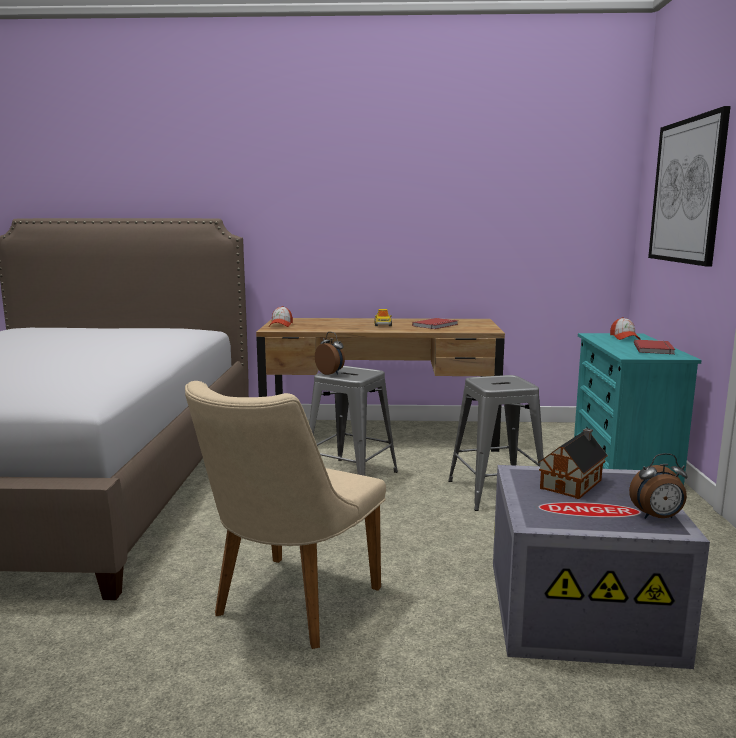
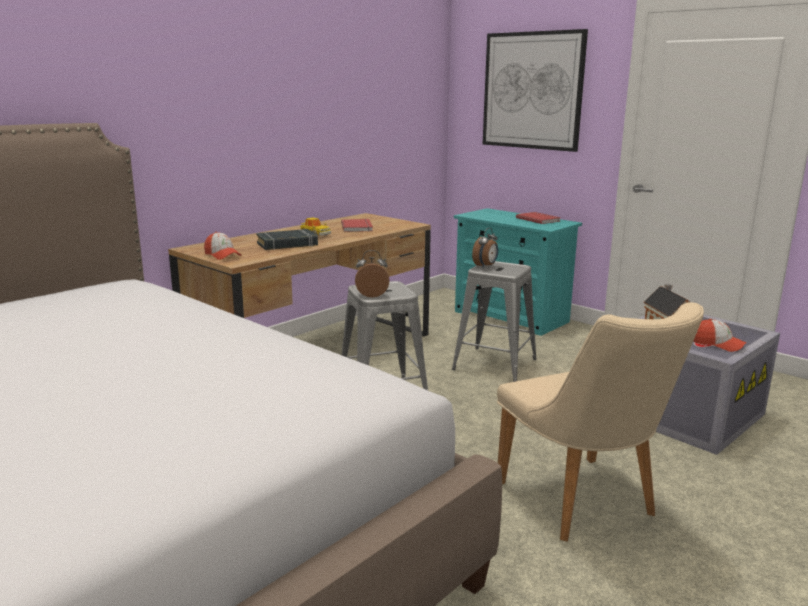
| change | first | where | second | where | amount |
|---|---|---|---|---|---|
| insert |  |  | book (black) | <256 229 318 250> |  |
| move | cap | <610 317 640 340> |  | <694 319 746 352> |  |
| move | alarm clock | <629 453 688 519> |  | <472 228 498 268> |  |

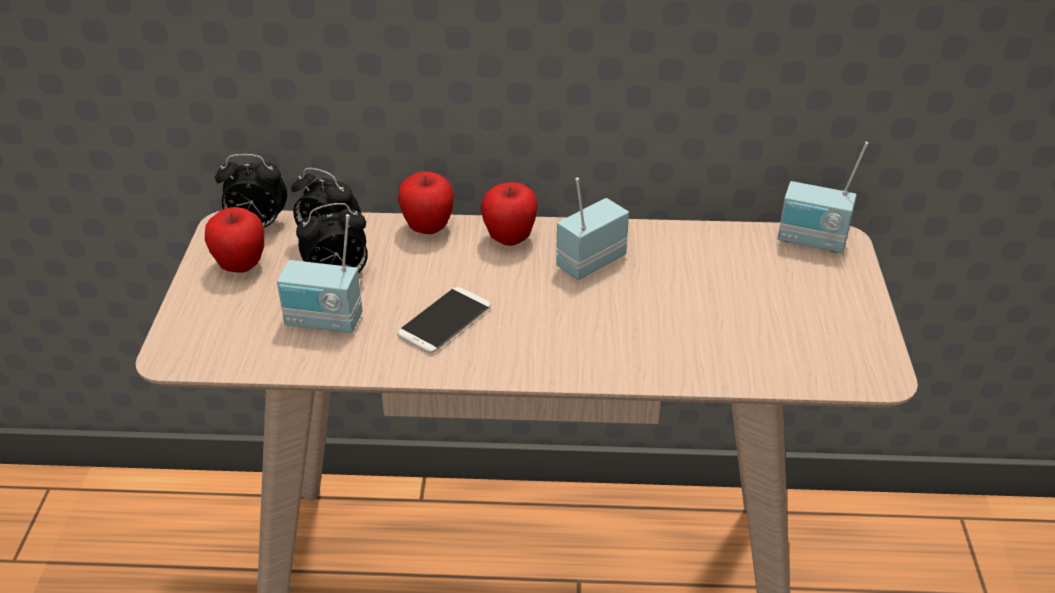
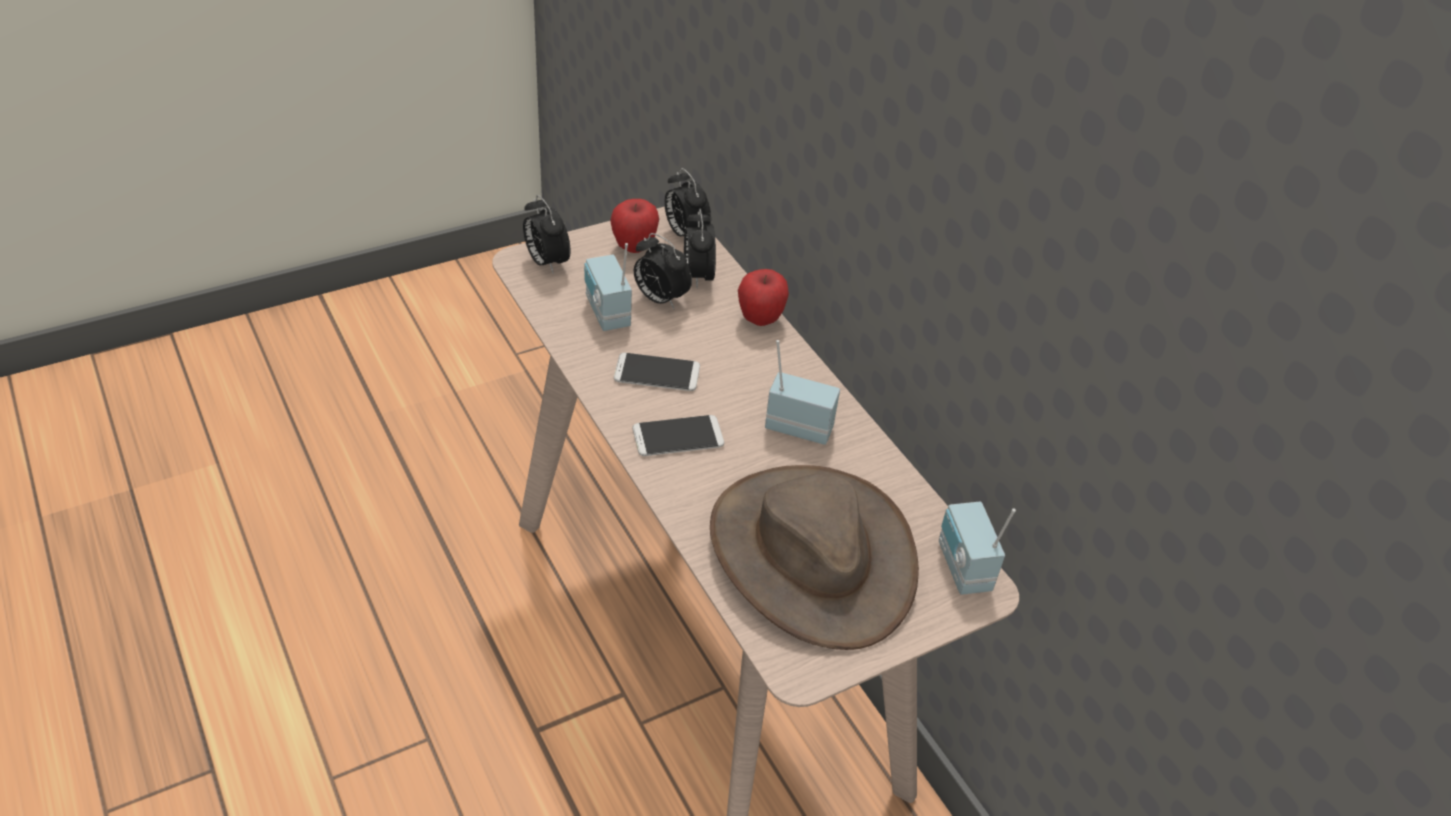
| change | first | where | second | where | amount |
|---|---|---|---|---|---|
| delete | apple | <481 182 538 246> |  |  |  |
| insert |  |  | alarm clock | <523 195 571 274> |  |
| insert |  |  | phone | <633 415 724 456> |  |
| insert |  |  | hat (brown) | <710 465 919 650> |  |

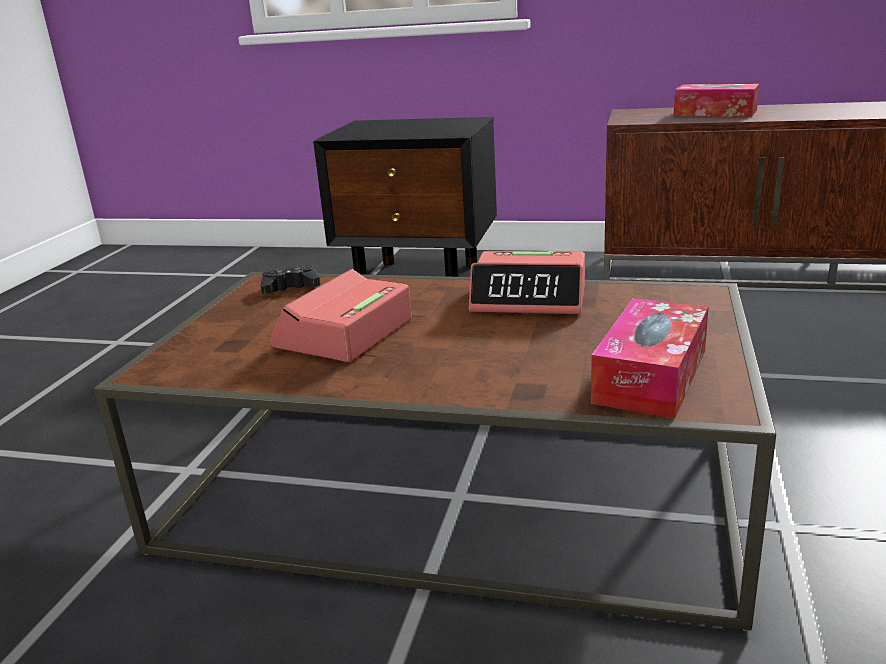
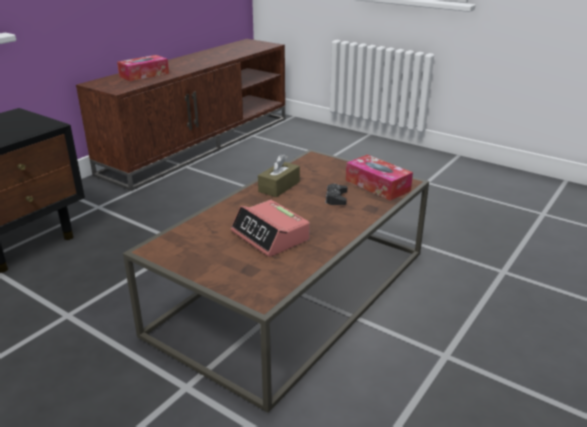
| change | first | where | second | where | amount |
|---|---|---|---|---|---|
| move | game controller (black) | <261 265 321 294> |  | <325 184 347 205> |  |
| replace | alarm clock | <469 251 585 314> | tissue box (brown) | <258 154 300 197> |  |

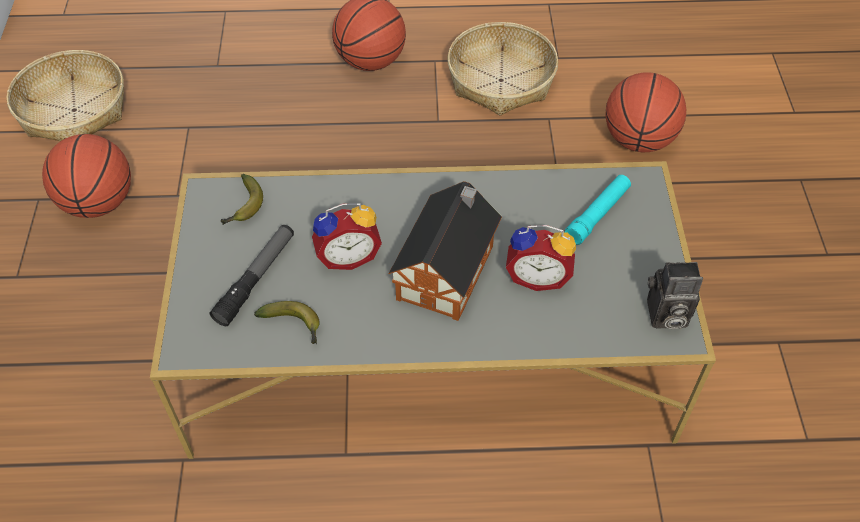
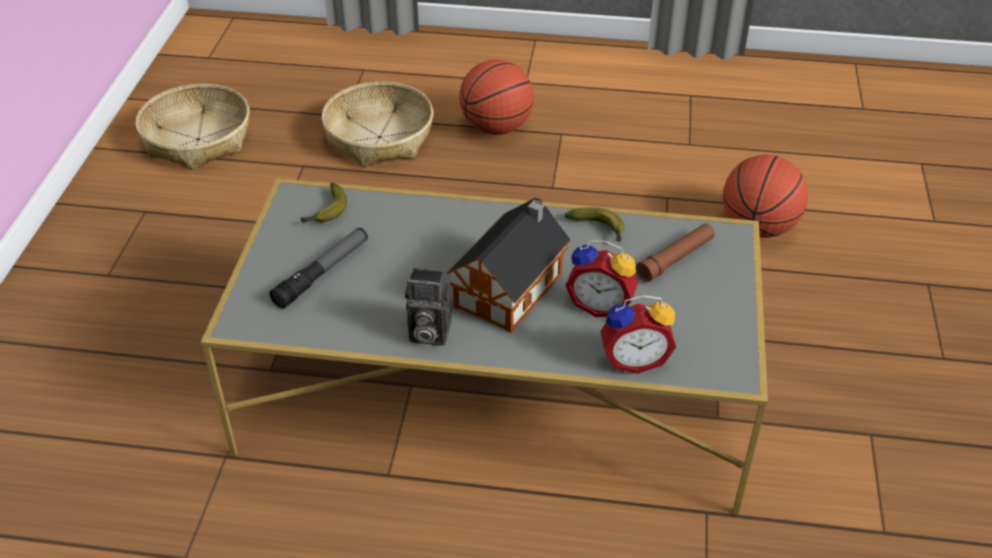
| change | first | where | second | where | amount |
|---|---|---|---|---|---|
| delete | basketball | <42 134 131 218> |  |  |  |
| move | banana | <254 301 320 344> |  | <565 207 624 242> |  |
| move | alarm clock | <312 203 382 270> |  | <600 295 676 374> |  |
| move | basket | <447 22 558 116> |  | <322 82 433 167> |  |
| move | photo camera | <647 262 703 329> |  | <405 268 452 346> |  |
| recolor | flashlight (turquoise) | <564 175 631 245> | flashlight (brown) | <636 223 715 282> |  |

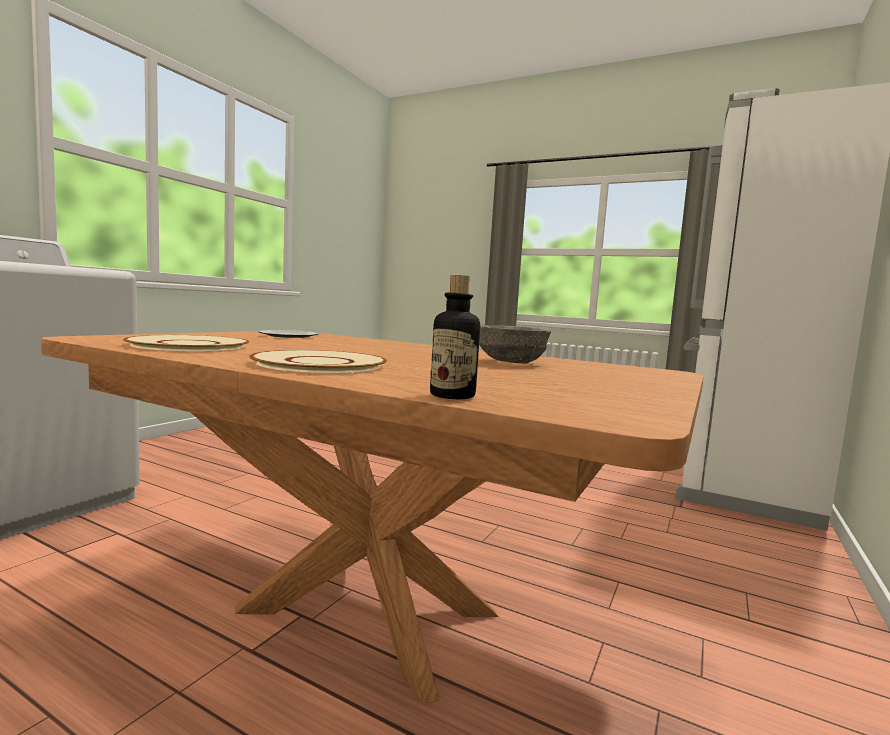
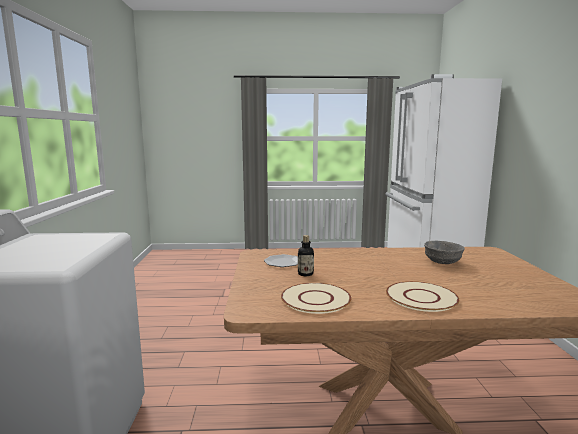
| change | first | where | second | where | amount |
|---|---|---|---|---|---|
| move | bottle | <430 275 480 399> |  | <298 235 314 276> |  |

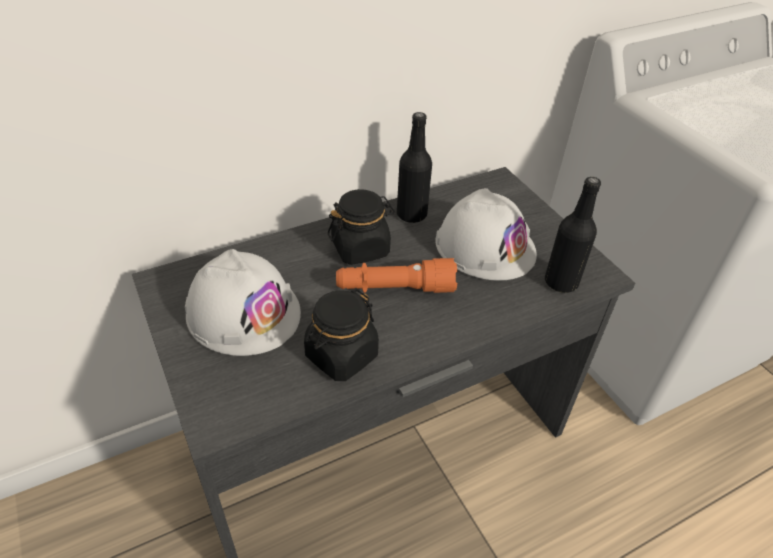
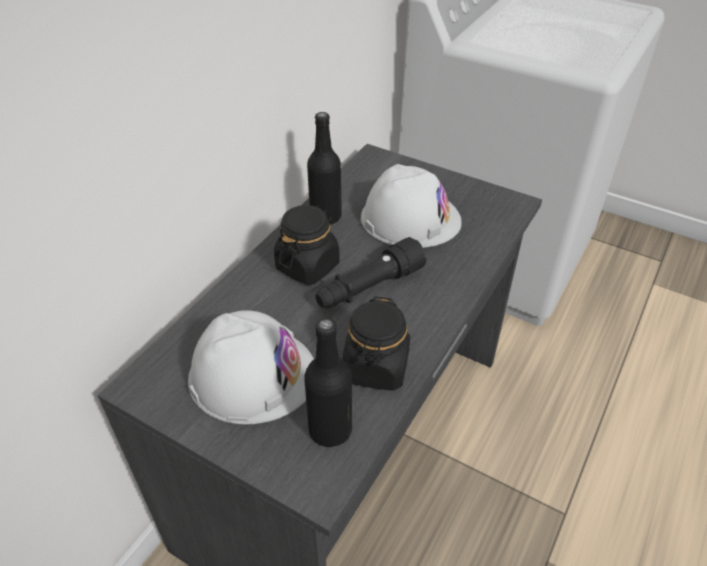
| change | first | where | second | where | amount |
|---|---|---|---|---|---|
| move | bottle (black) | <545 177 601 293> |  | <304 318 352 447> |  |
| recolor | flashlight (orange) | <336 258 457 293> | flashlight (black) | <316 237 426 308> |  |

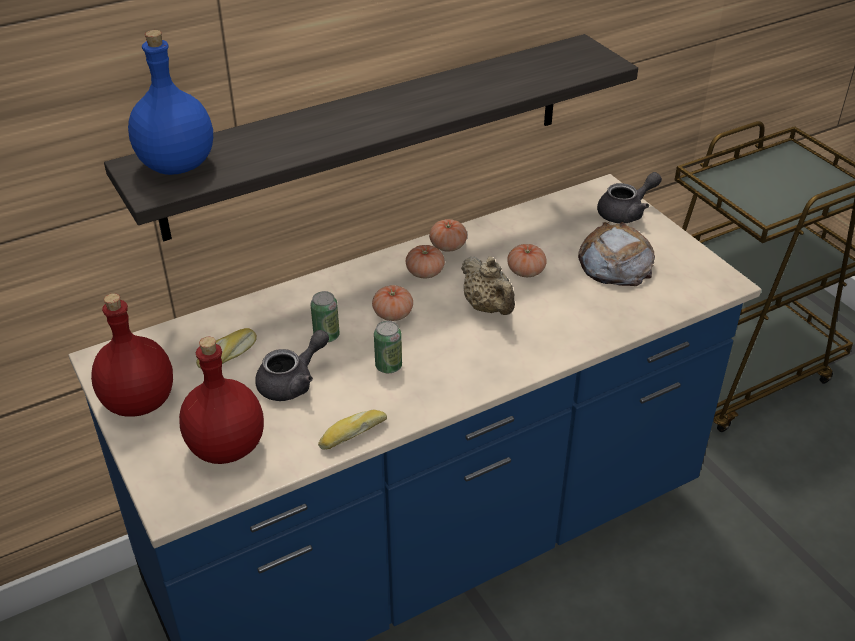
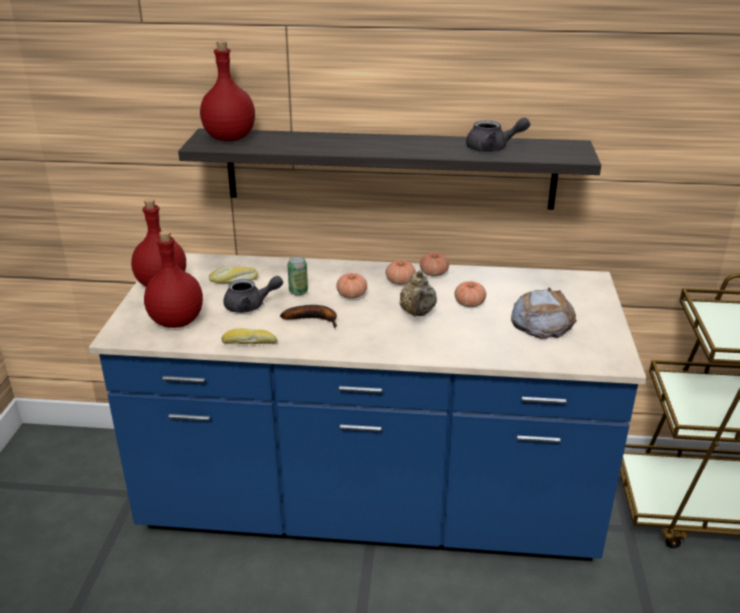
| change | first | where | second | where | amount |
|---|---|---|---|---|---|
| move | teapot (grey) | <597 172 662 223> |  | <466 117 530 152> |  |
| replace | can | <374 321 402 373> | banana | <280 305 337 328> |  |
| recolor | bottle (blue) | <128 30 213 175> | bottle (red) | <200 41 255 141> |  |

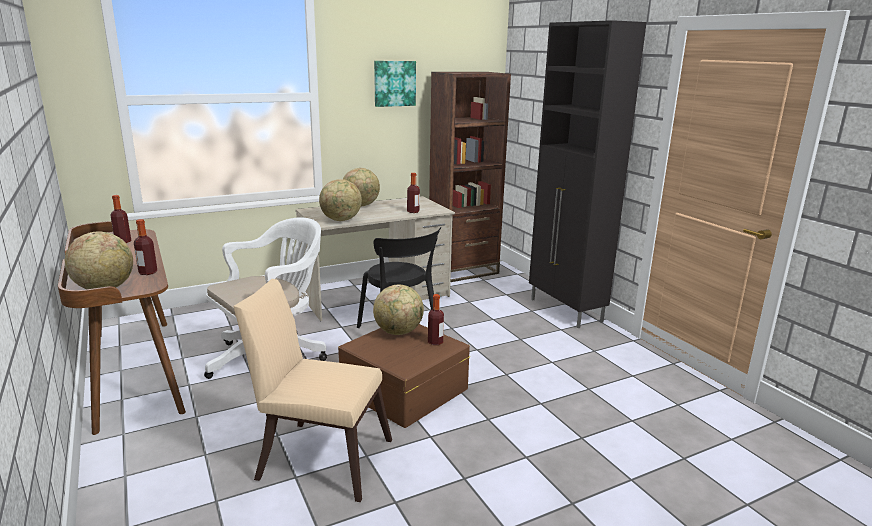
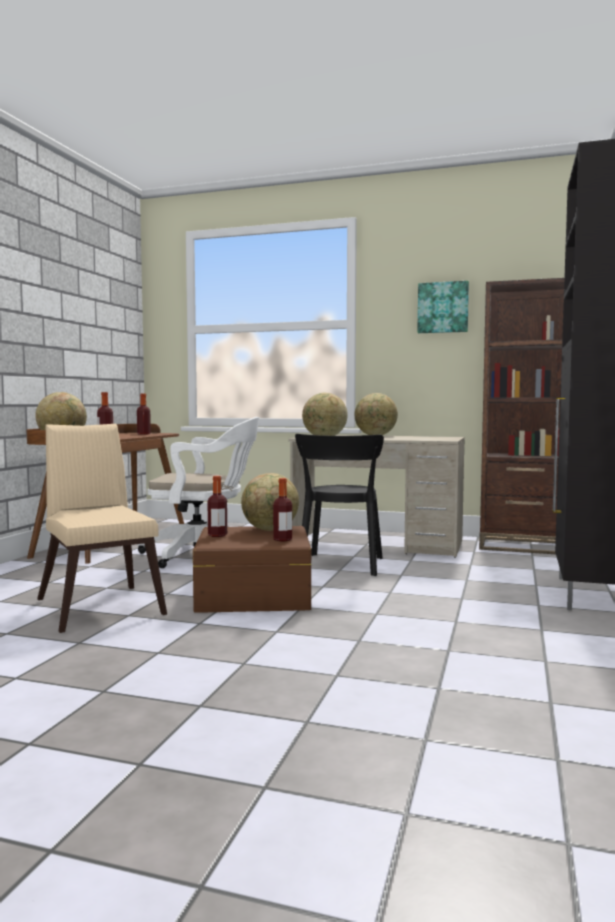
| change | first | where | second | where | amount |
|---|---|---|---|---|---|
| move | bottle | <407 173 420 213> |  | <207 476 227 537> |  |

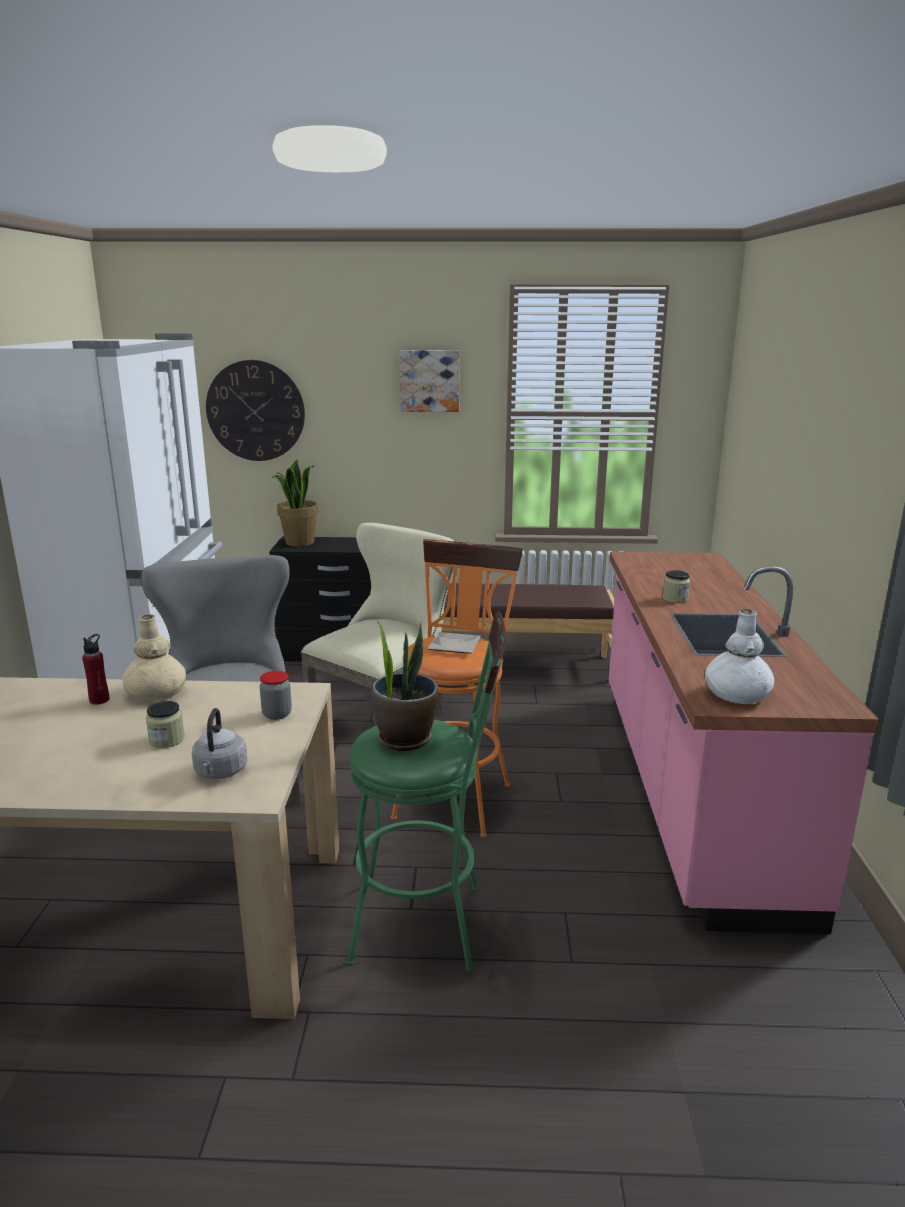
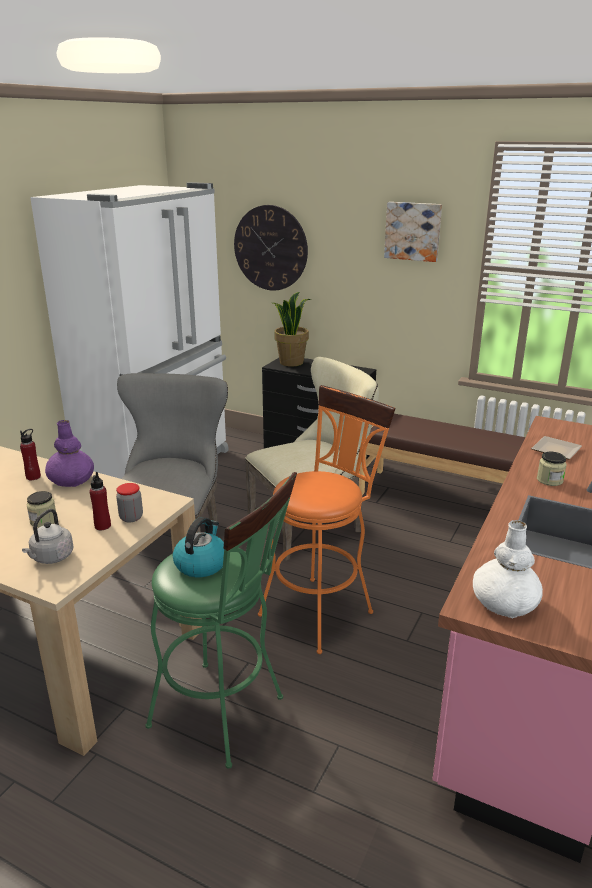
| change | first | where | second | where | amount |
|---|---|---|---|---|---|
| insert |  |  | bottle (red) | <89 472 111 530> |  |
| move | plate | <428 632 481 654> |  | <531 436 582 459> |  |
| replace | potted plant | <373 621 438 751> | kettle | <173 517 224 577> |  |
| recolor | vase (beige) | <122 614 186 702> | vase (purple) | <45 420 94 487> |  |

